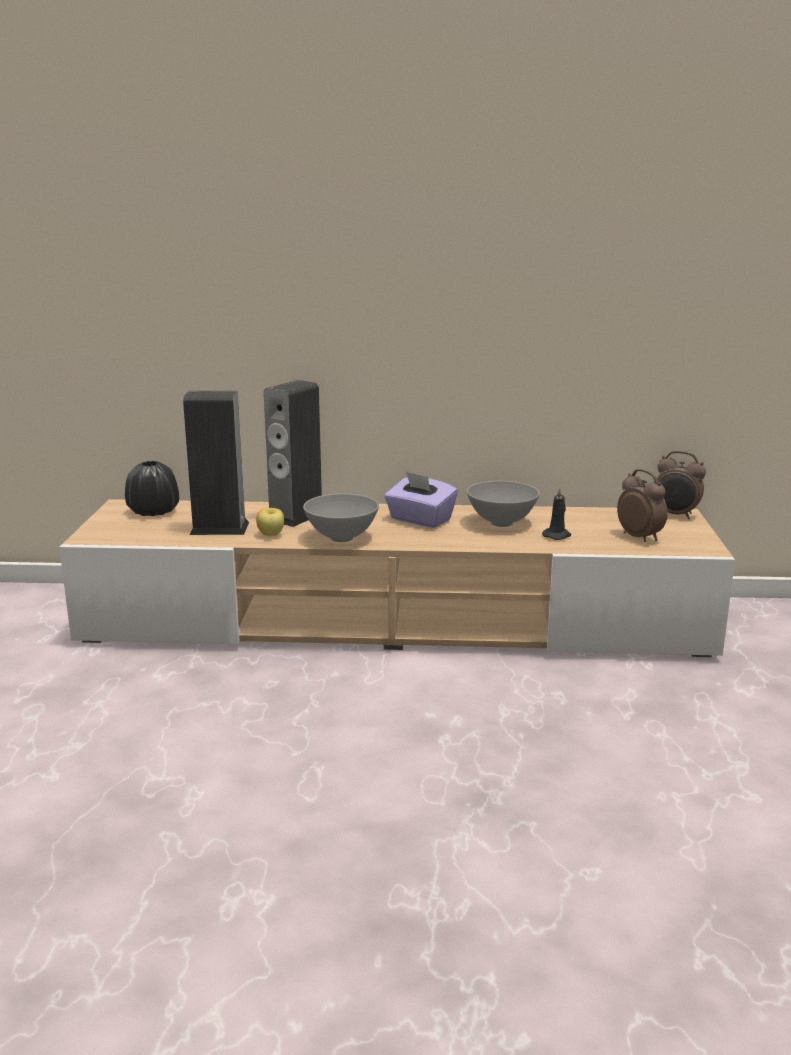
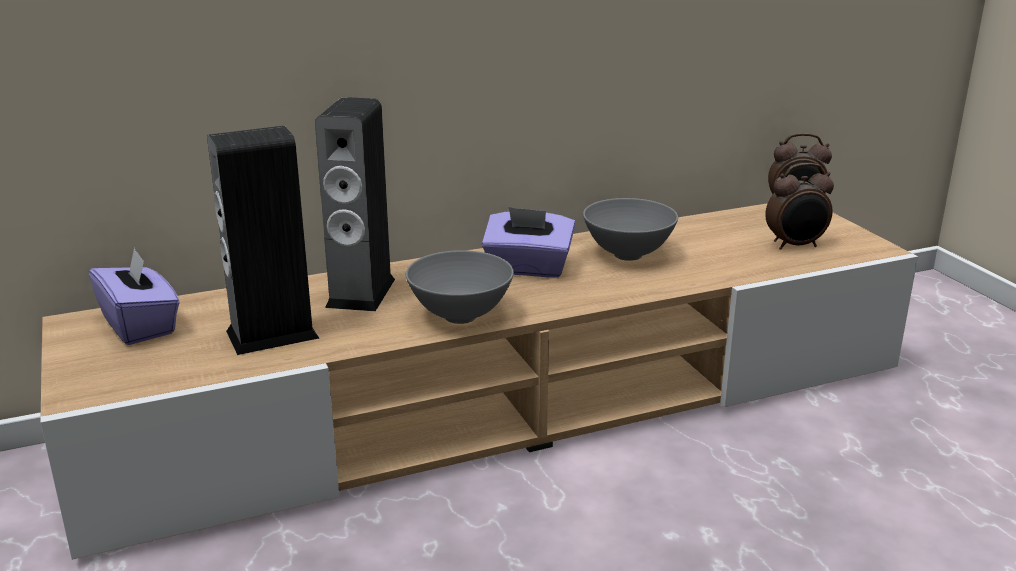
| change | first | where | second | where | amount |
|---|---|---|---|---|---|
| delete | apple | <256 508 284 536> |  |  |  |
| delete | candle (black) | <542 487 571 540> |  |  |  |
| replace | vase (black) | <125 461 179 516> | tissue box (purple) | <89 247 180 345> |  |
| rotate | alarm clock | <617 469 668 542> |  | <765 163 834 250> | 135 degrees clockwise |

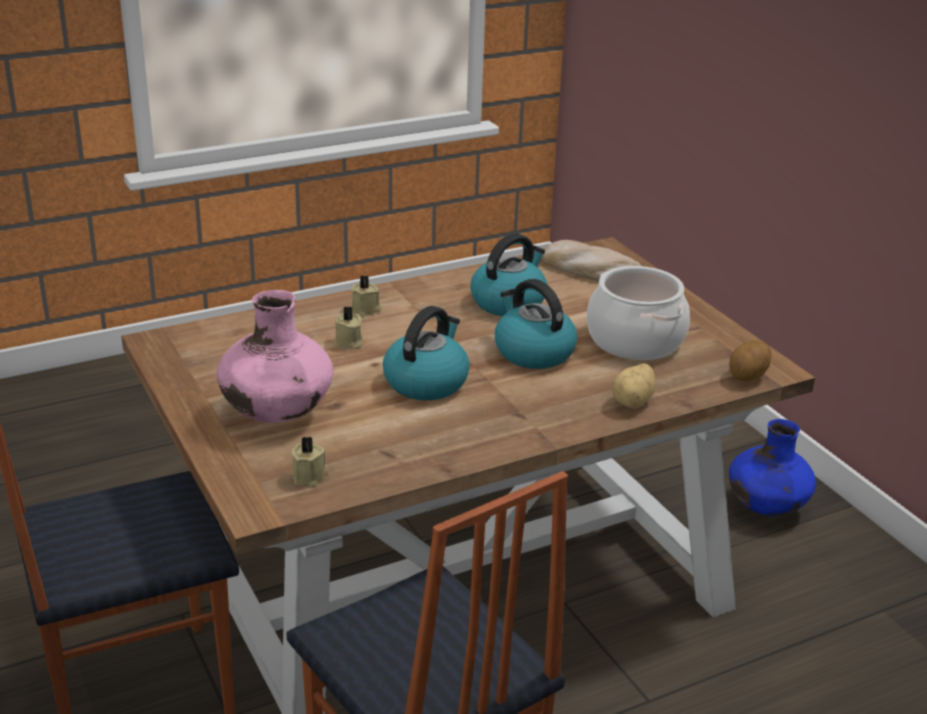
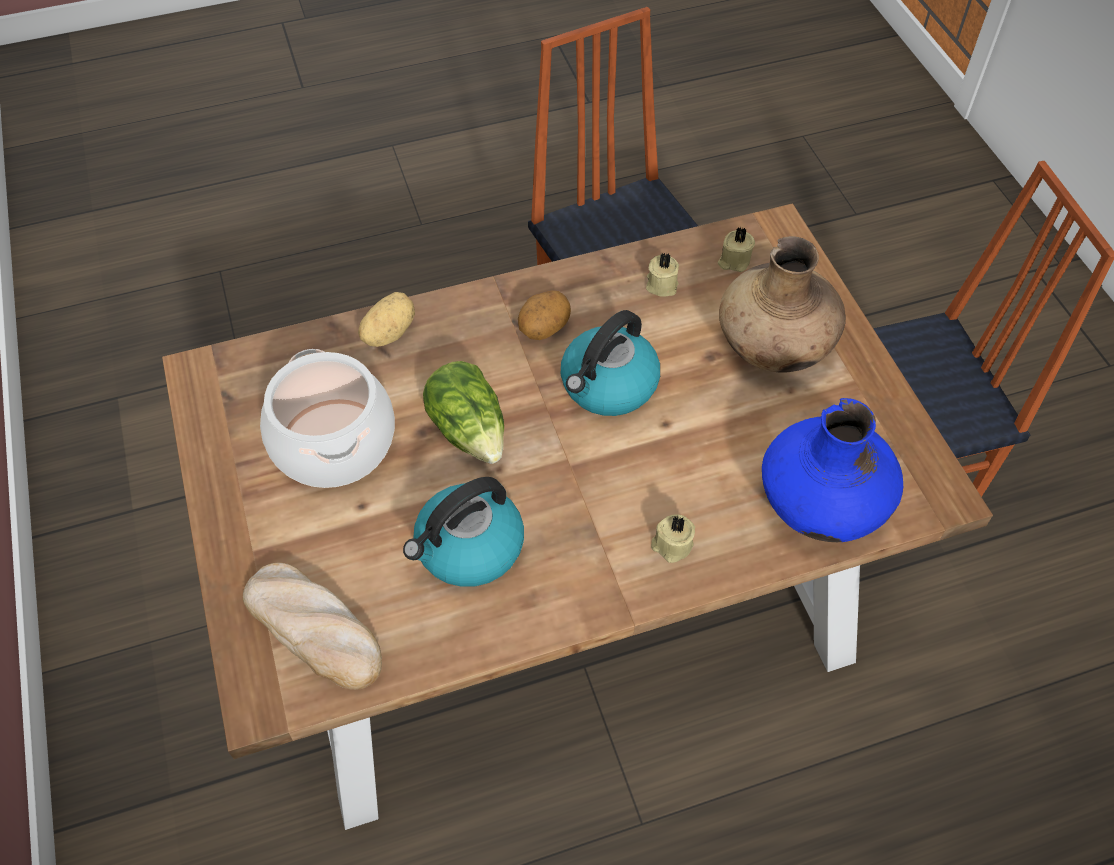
| change | first | where | second | where | amount |
|---|---|---|---|---|---|
| move | candle (beige) | <334 307 363 350> |  | <646 253 679 297> |  |
| move | potato | <729 340 772 381> |  | <518 290 571 340> |  |
| move | vase (blue) | <729 419 816 516> |  | <762 398 903 542> |  |
| replace | kettle | <495 279 577 369> | lettuce | <423 361 504 464> |  |
| recolor | vase (pink) | <216 290 333 423> | vase (brown) | <719 236 846 373> |  |

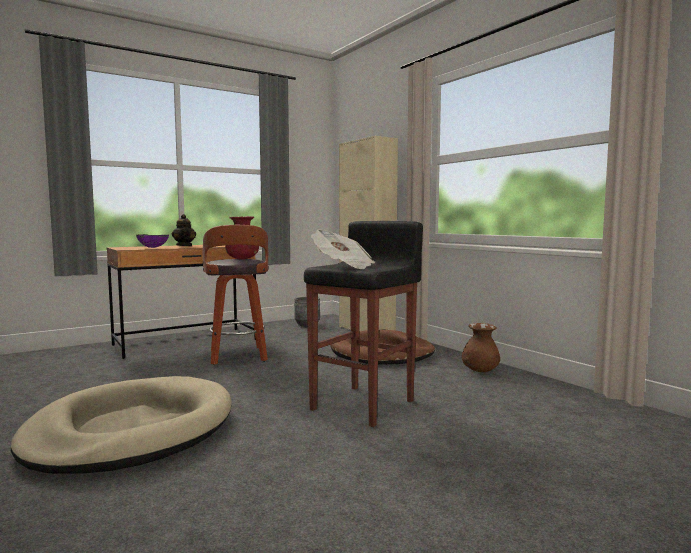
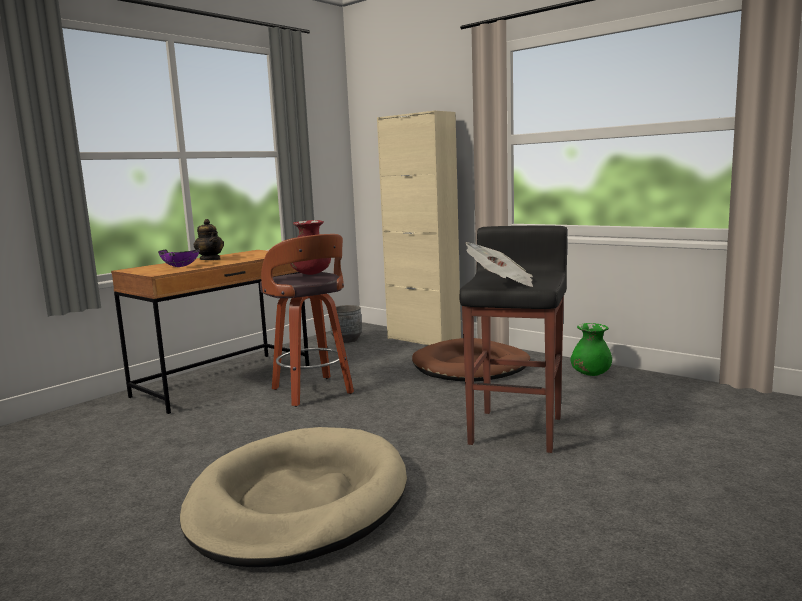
| change | first | where | second | where | amount |
|---|---|---|---|---|---|
| recolor | vase (brown) | <462 323 500 372> | vase (green) | <571 323 612 376> |  |

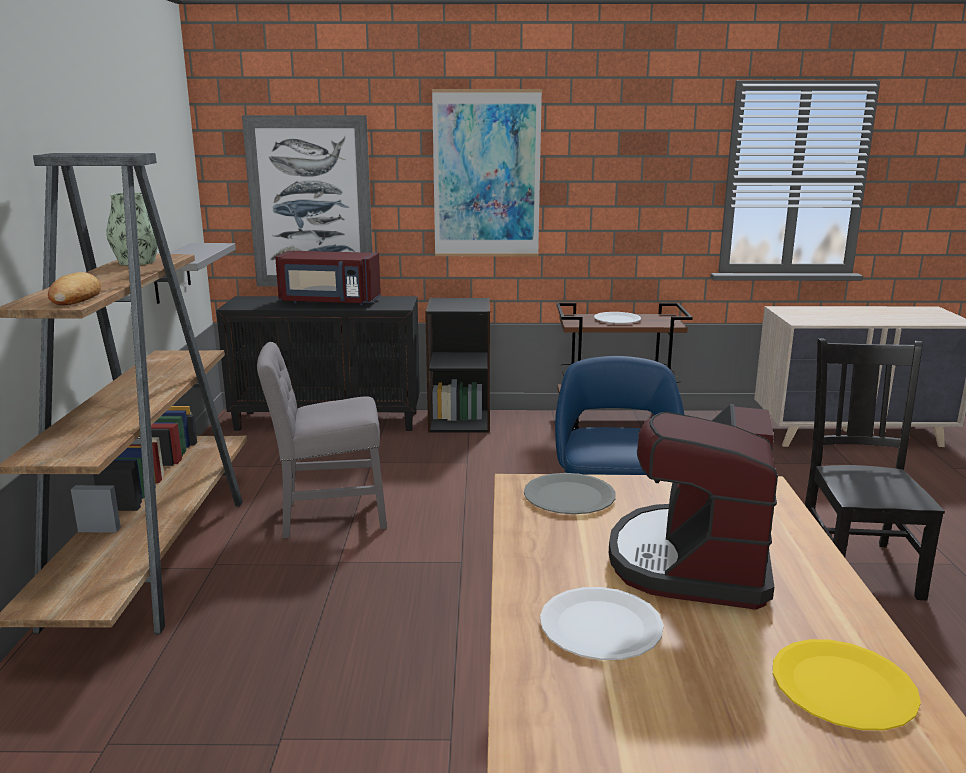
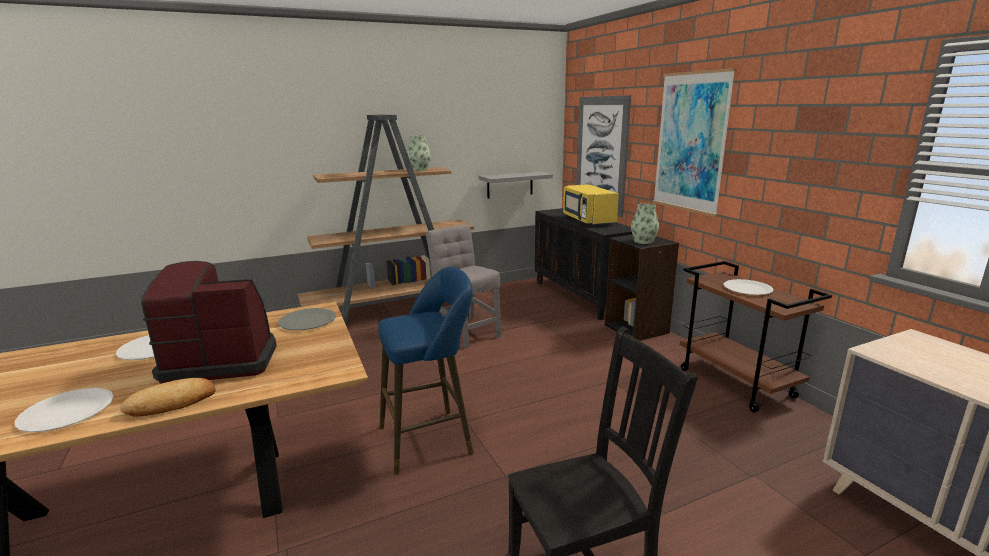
| change | first | where | second | where | amount |
|---|---|---|---|---|---|
| insert |  |  | vase | <631 204 659 244> |  |
| move | bread | <48 272 101 305> |  | <120 378 215 417> |  |
| recolor | microwave (red) | <275 251 381 306> | microwave (yellow) | <563 184 619 226> |  |
| recolor | plate (yellow) | <773 639 921 730> | plate (white) | <15 388 114 432> |  |

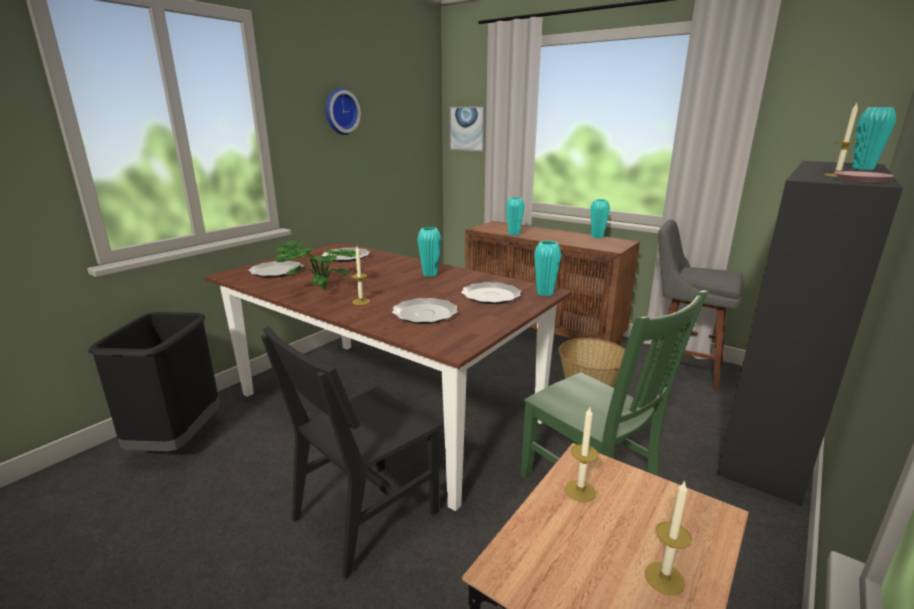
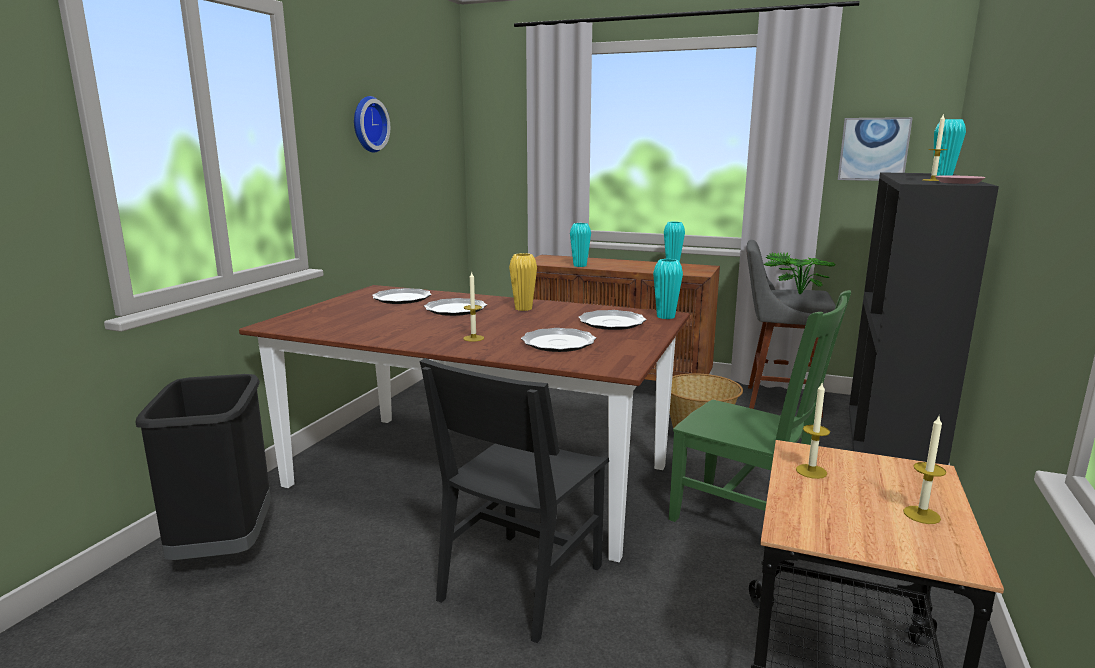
| change | first | where | second | where | amount |
|---|---|---|---|---|---|
| move | plate | <248 261 303 278> |  | <424 298 487 316> |  |
| move | potted plant | <274 241 361 290> |  | <763 253 836 294> |  |
| move | picture | <449 106 486 152> |  | <838 117 913 181> |  |
| recolor | vase (turquoise) | <417 227 441 277> | vase (yellow) | <509 253 537 311> |  |

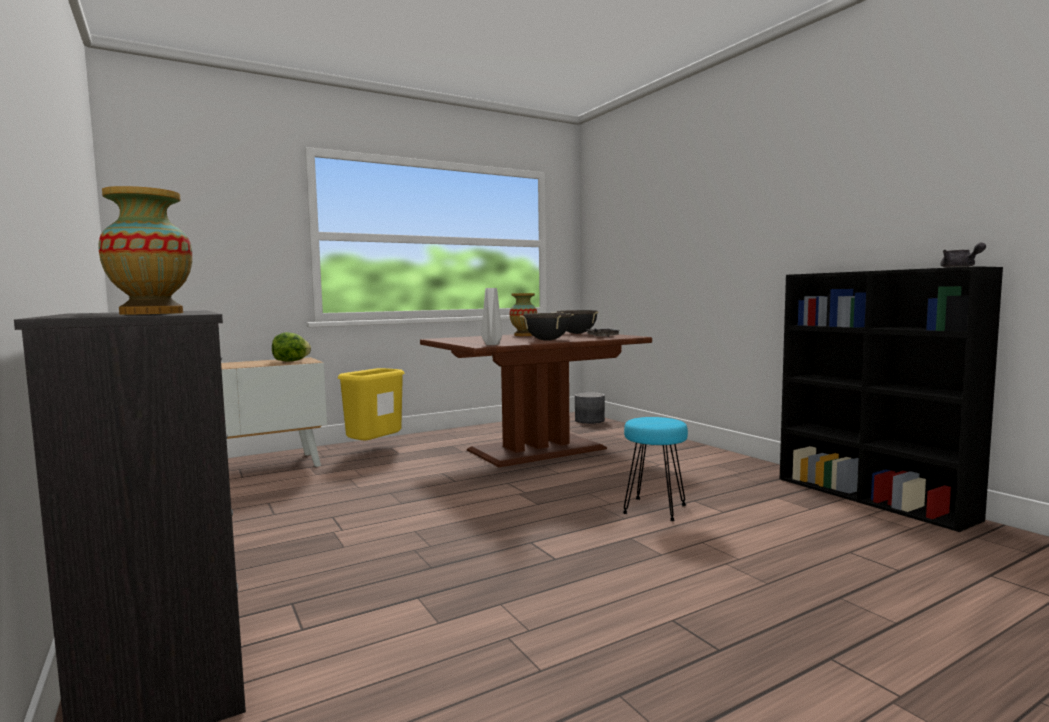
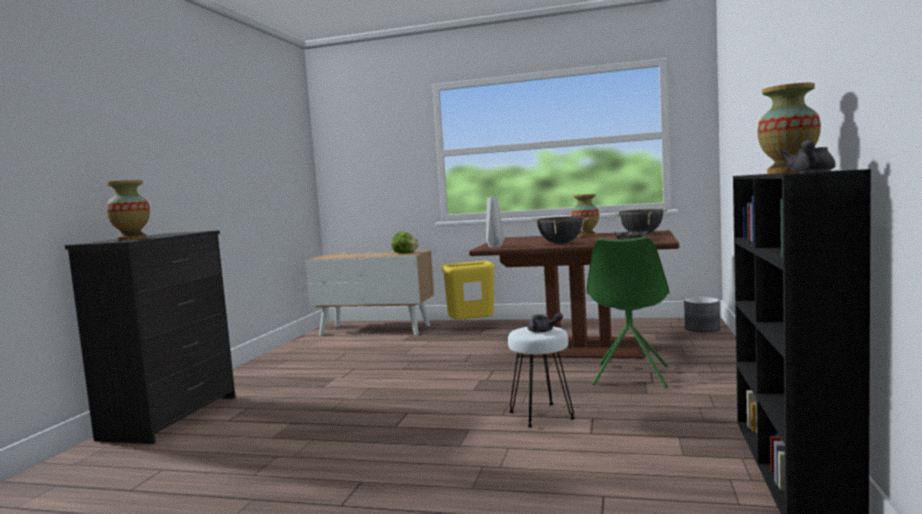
| change | first | where | second | where | amount |
|---|---|---|---|---|---|
| insert |  |  | teapot (grey) | <528 313 563 333> |  |
| insert |  |  | chair (green) | <587 237 670 388> |  |
| insert |  |  | vase | <757 83 821 174> |  |
| recolor | stool (turquoise) | <623 417 688 521> | stool (white) | <508 327 575 428> |  |

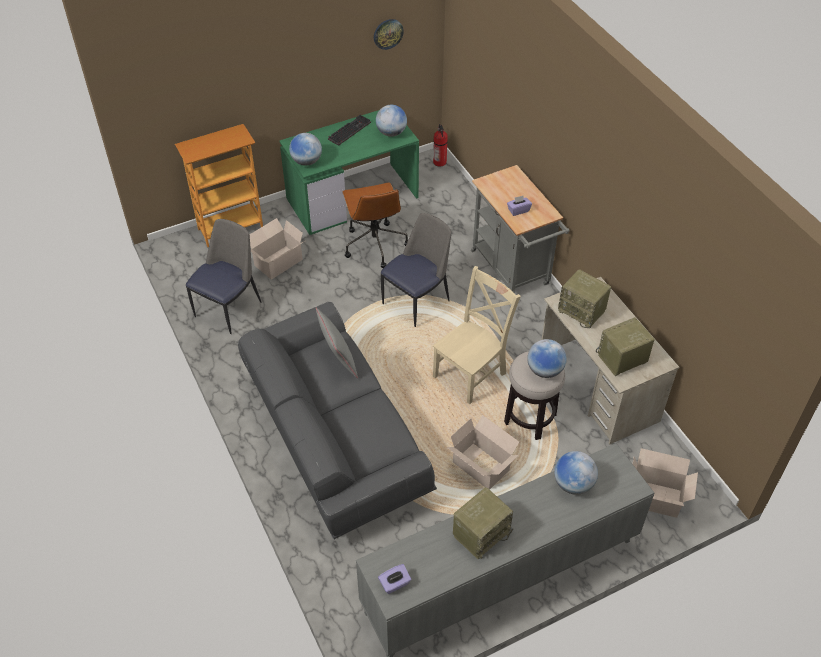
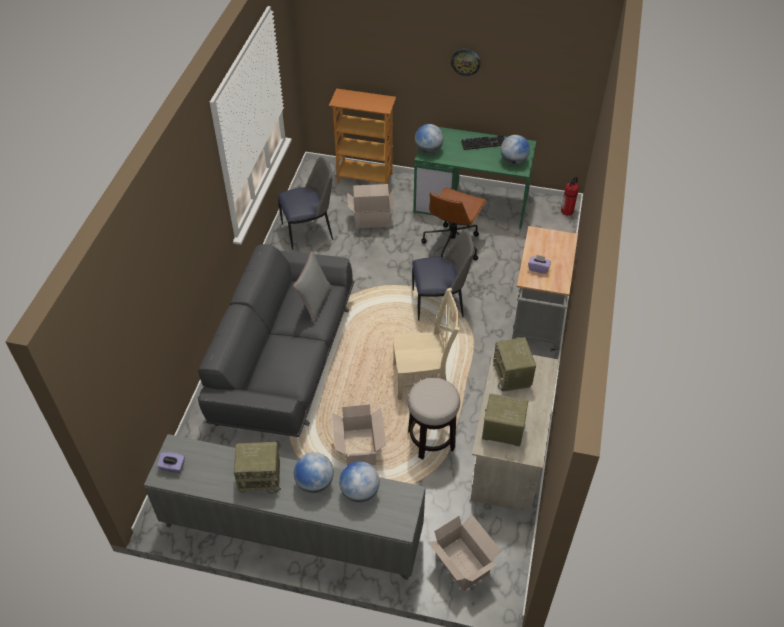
| change | first | where | second | where | amount |
|---|---|---|---|---|---|
| move | wall clock | <374 19 404 50> |  | <451 49 481 76> |  |
| move | globe | <527 339 567 378> |  | <294 452 334 493> |  |

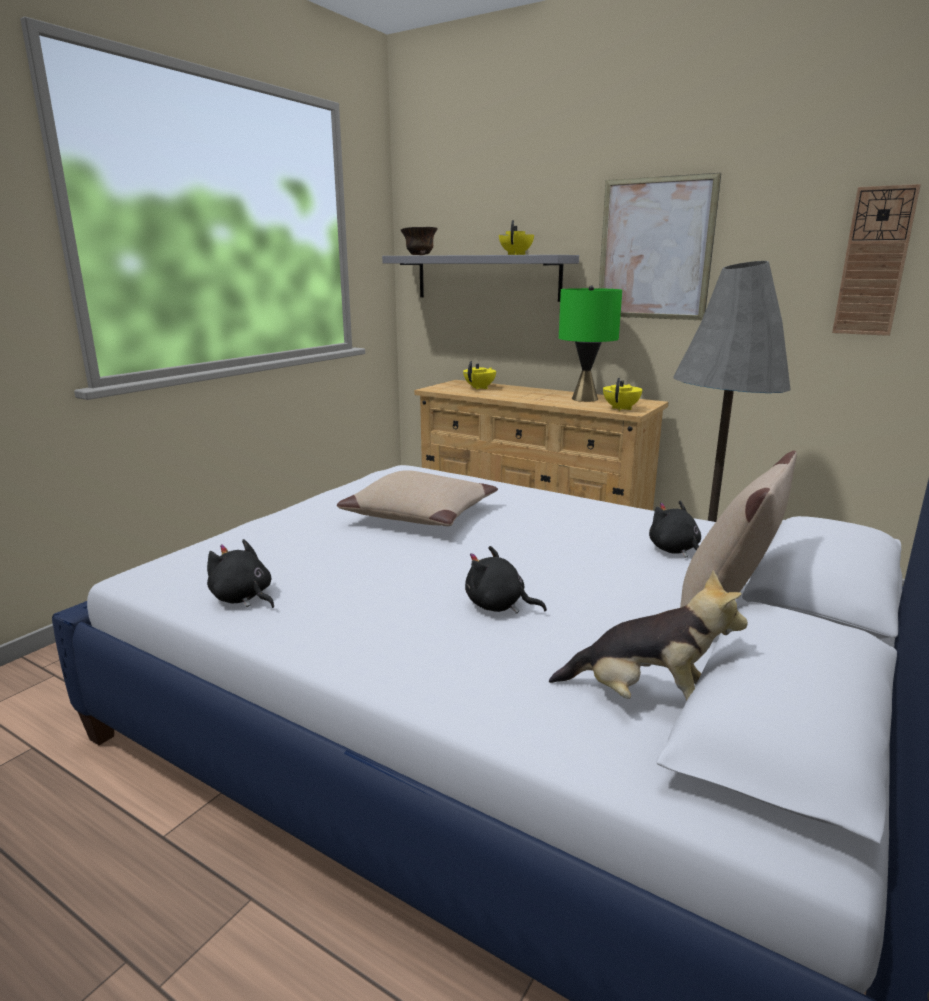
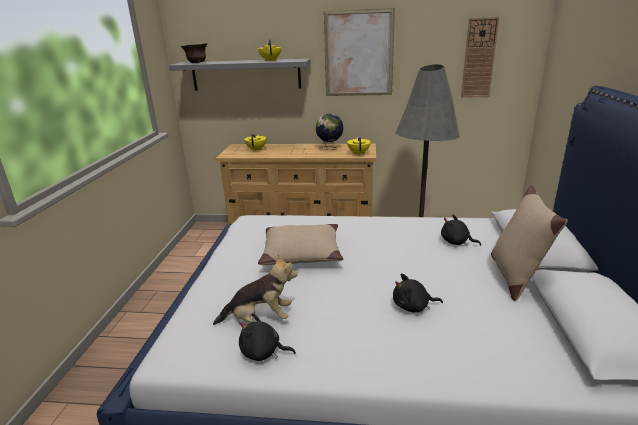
| change | first | where | second | where | amount |
|---|---|---|---|---|---|
| move | plush toy | <549 570 748 701> |  | <213 254 297 325> |  |
| replace | table lamp (green) | <559 285 622 402> | globe | <315 114 344 150> |  |

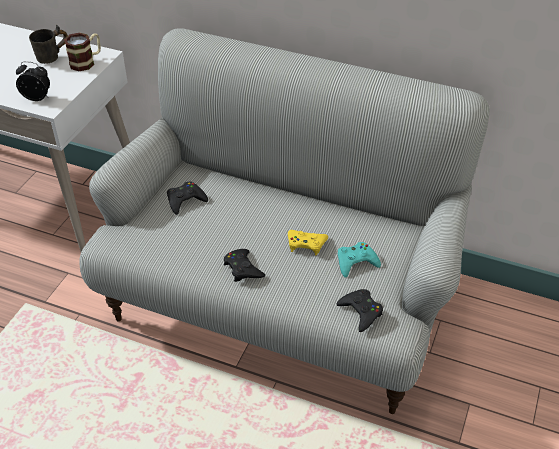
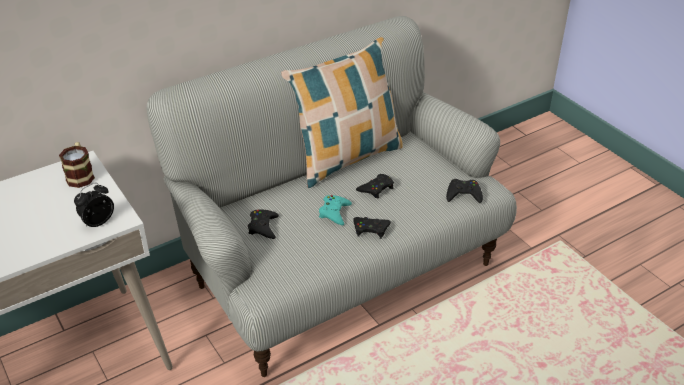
| change | first | where | second | where | amount |
|---|---|---|---|---|---|
| delete | mug (grey) | <29 25 68 64> |  |  |  |
| insert |  |  | pillow | <281 37 403 188> |  |
| move | game controller (turquoise) | <338 242 381 278> |  | <319 195 352 225> |  |
| recolor | game controller (yellow) | <288 230 328 255> | game controller (black) | <356 174 394 199> |  |

